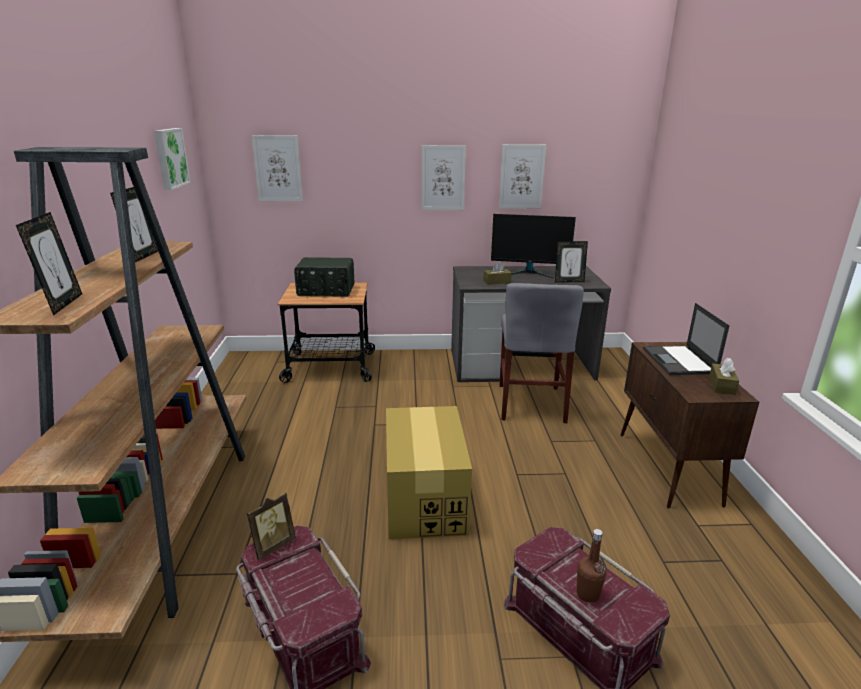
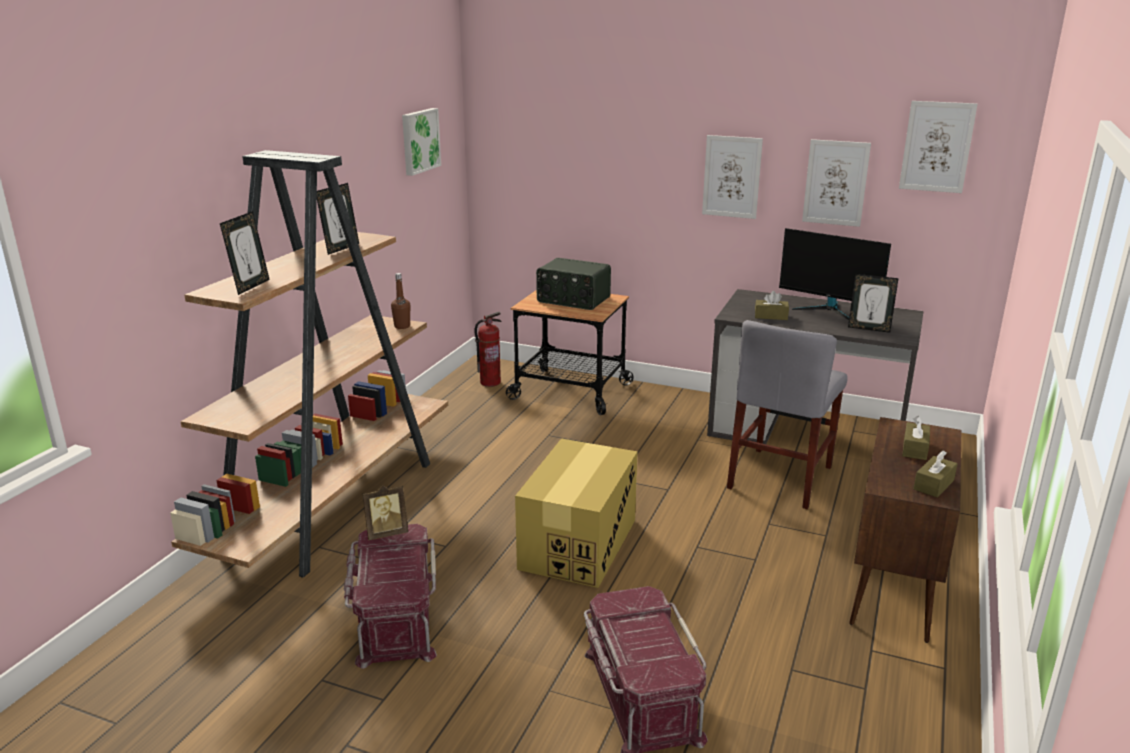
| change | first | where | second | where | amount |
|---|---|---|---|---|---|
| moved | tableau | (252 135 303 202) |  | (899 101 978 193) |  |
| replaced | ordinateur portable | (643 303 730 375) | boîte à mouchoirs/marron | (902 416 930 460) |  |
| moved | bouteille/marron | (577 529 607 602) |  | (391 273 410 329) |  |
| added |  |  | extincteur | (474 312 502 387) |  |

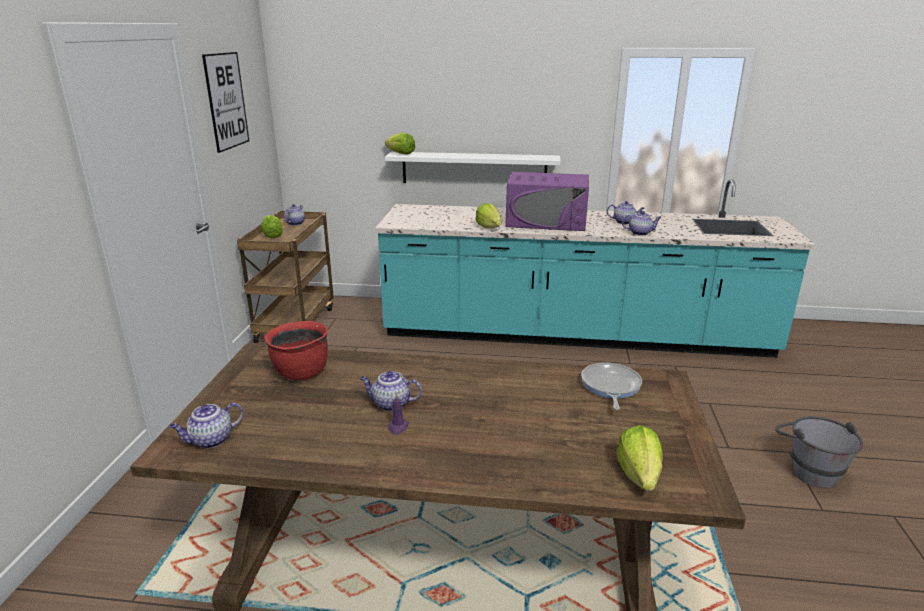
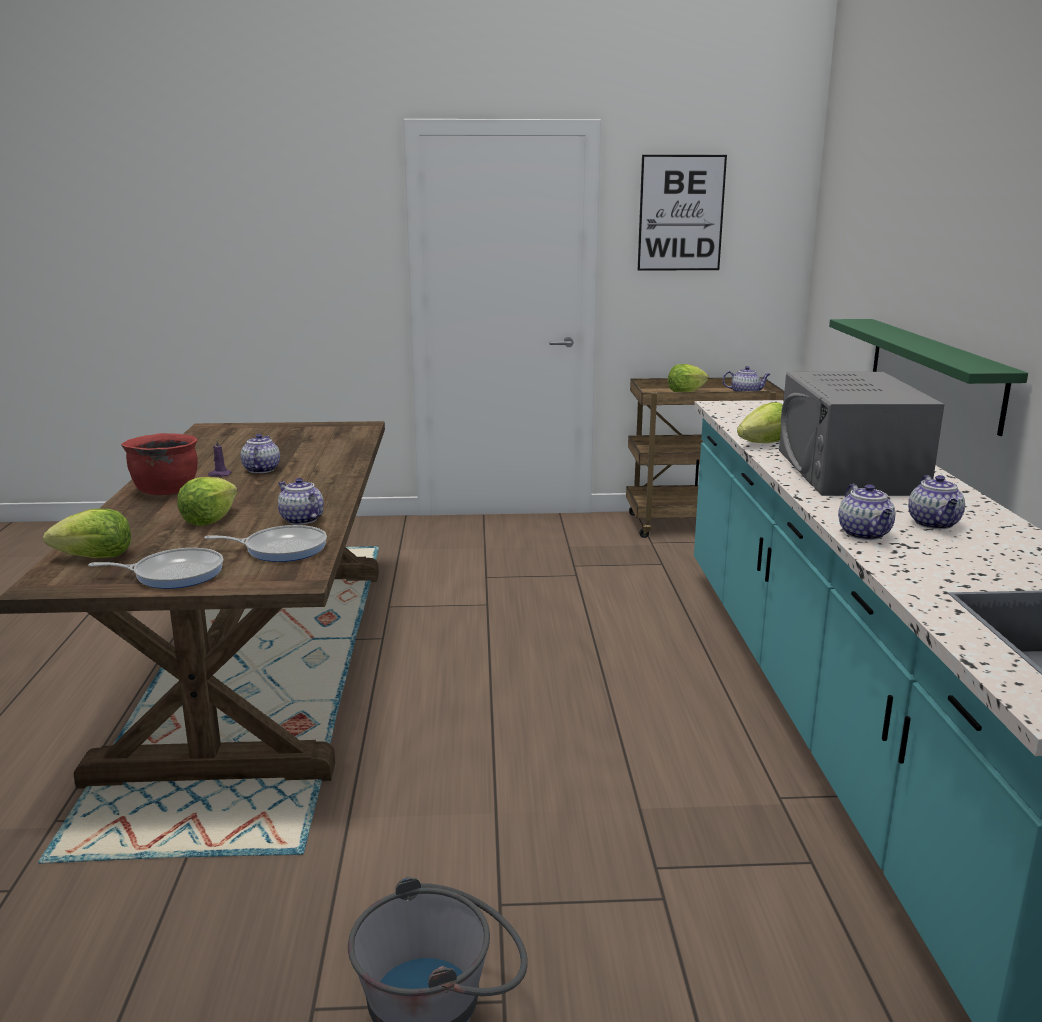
| change | first | where | second | where | amount |
|---|---|---|---|---|---|
| moved | laitue | (385 133 415 155) |  | (177 477 238 526) |  |
| recoloured | étagère/blanc | (385 152 561 183) | étagère/vert | (829 319 1028 436) |  |
| recoloured | micro-ondes/violet | (505 172 589 231) | micro-ondes/gris | (779 372 945 496) |  |
| moved | marmite/rouge | (264 321 328 380) |  | (121 433 198 495) |  |
| moved | théière | (169 403 244 448) |  | (278 478 324 525) |  |
| added |  |  | poêle | (88 548 223 589) |  |

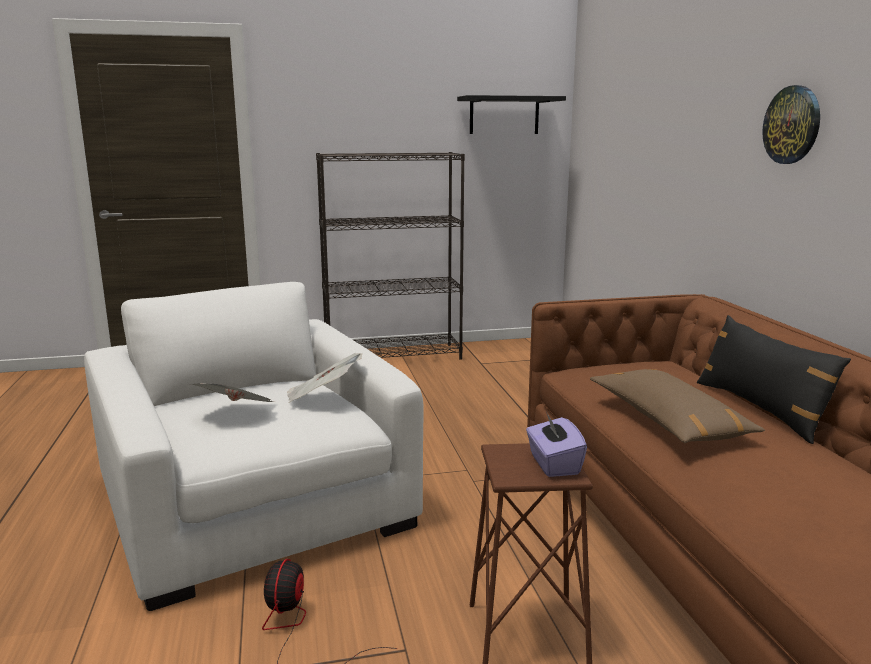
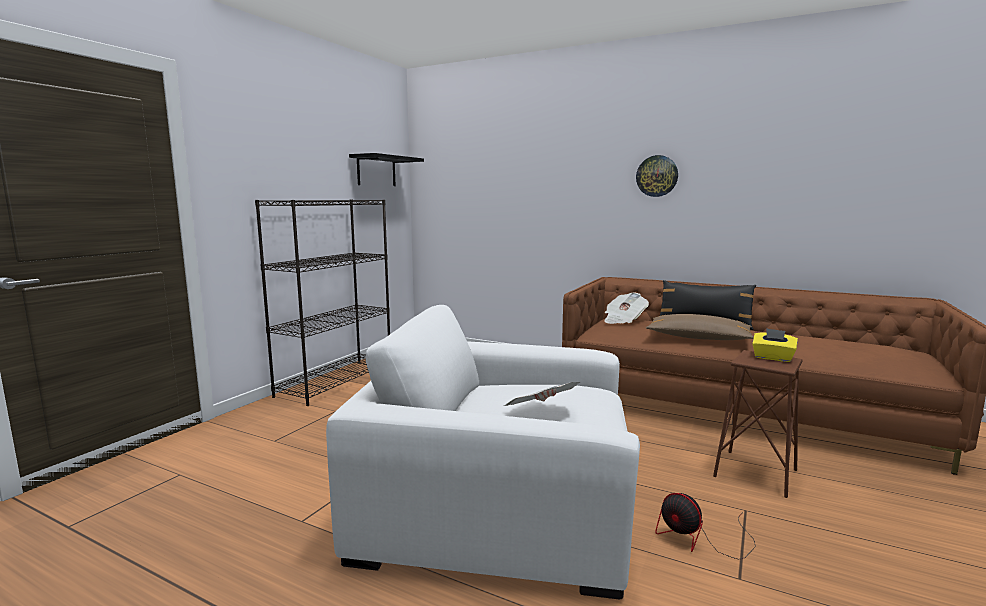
| change | first | where | second | where | amount |
|---|---|---|---|---|---|
| moved | journal | (287 353 362 403) |  | (604 293 649 324) |  |
| recoloured | boîte à mouchoirs/violet | (526 412 587 477) | boîte à mouchoirs/jaune | (752 328 798 362) |  |

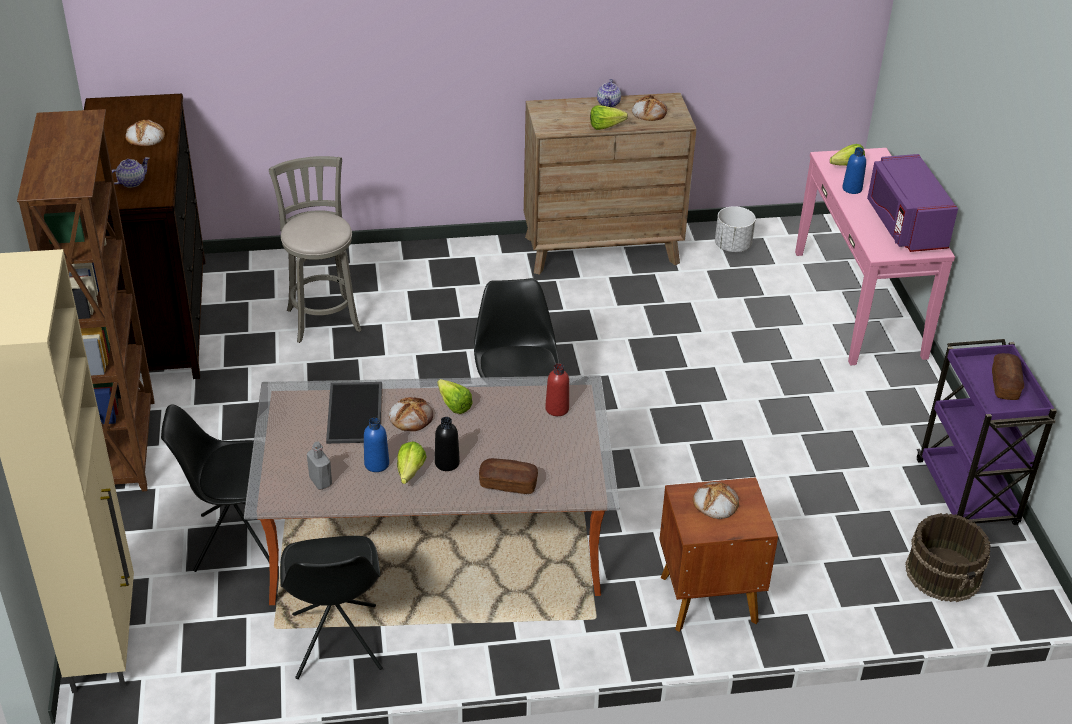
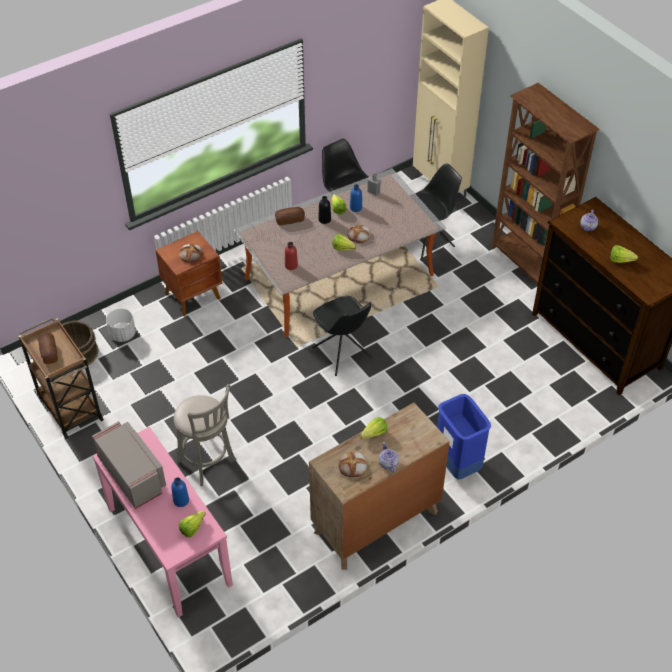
| change | first | where | second | where | amount |
|---|---|---|---|---|---|
| replaced | pain | (125 119 165 146) | laitue | (610 245 638 263) |  |
| recoloured | micro-ondes/violet | (867 154 958 252) | micro-ondes/gris | (92 421 166 509) |  |
| moved | tabouret/gris | (269 156 361 343) |  | (174 384 236 486) |  |
| moved | cache-pot/blanc | (715 206 756 252) |  | (106 308 136 342) |  |
| recoloured | chariot/violet | (917 339 1057 525) | chariot/marron | (19 317 104 439) |  |
| removed | plateau | (326 382 382 444) |  |  |  |
| added |  |  | poubelle/bleu | (437 394 491 479) |  |

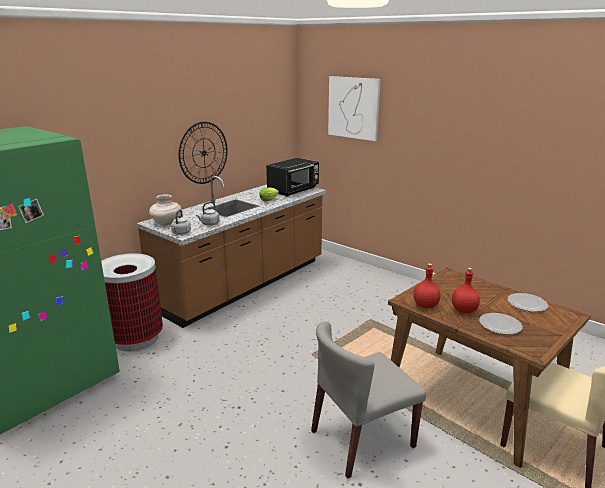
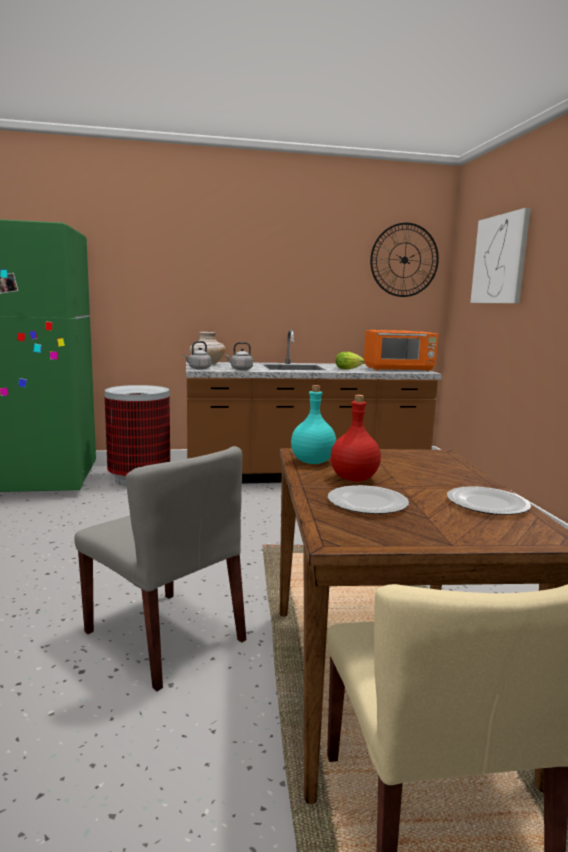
| change | first | where | second | where | amount |
|---|---|---|---|---|---|
| moved | horloge murale | (178 122 228 184) |  | (370 223 439 297) |  |
| recoloured | micro-ondes/noir | (266 158 319 197) | micro-ondes/orange | (364 330 438 371) |  |
| recoloured | bouteille/rouge | (413 263 441 308) | bouteille/turquoise | (291 385 336 464) |  |
| turned | chaise/gris | (311 321 426 479) |  | (74 446 246 691) | 150 degrees counterclockwise |

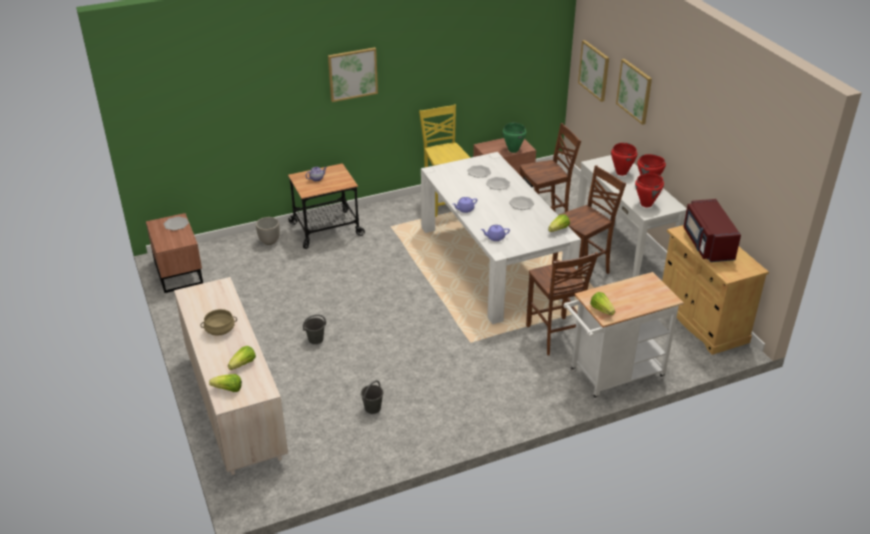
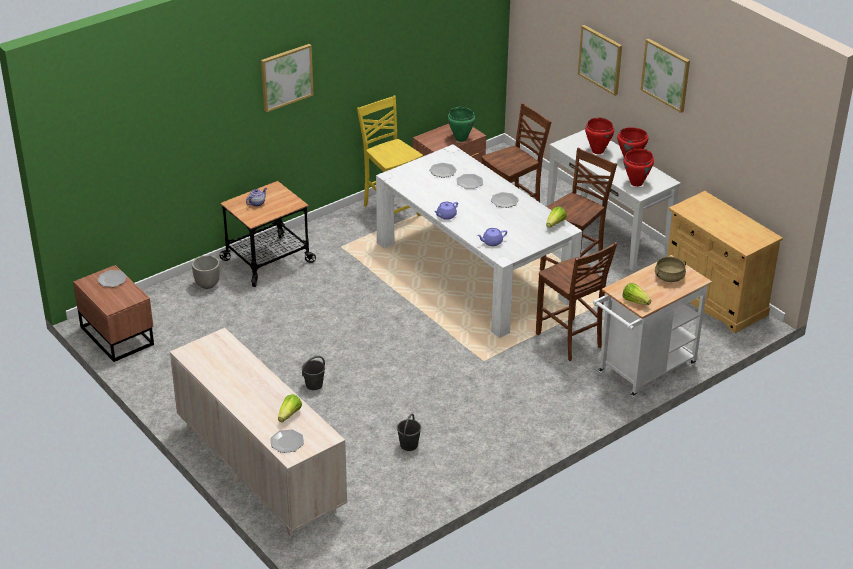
| change | first | where | second | where | amount |
|---|---|---|---|---|---|
| moved | tableau | (578 40 609 102) |  | (641 39 690 113) |  |
| removed | micro-ondes/rouge | (684 199 741 262) |  |  |  |
| moved | marmite/beige | (200 309 237 336) |  | (655 257 686 282) |  |
| replaced | laitue | (209 374 242 392) | assiette | (270 430 304 453) |  |

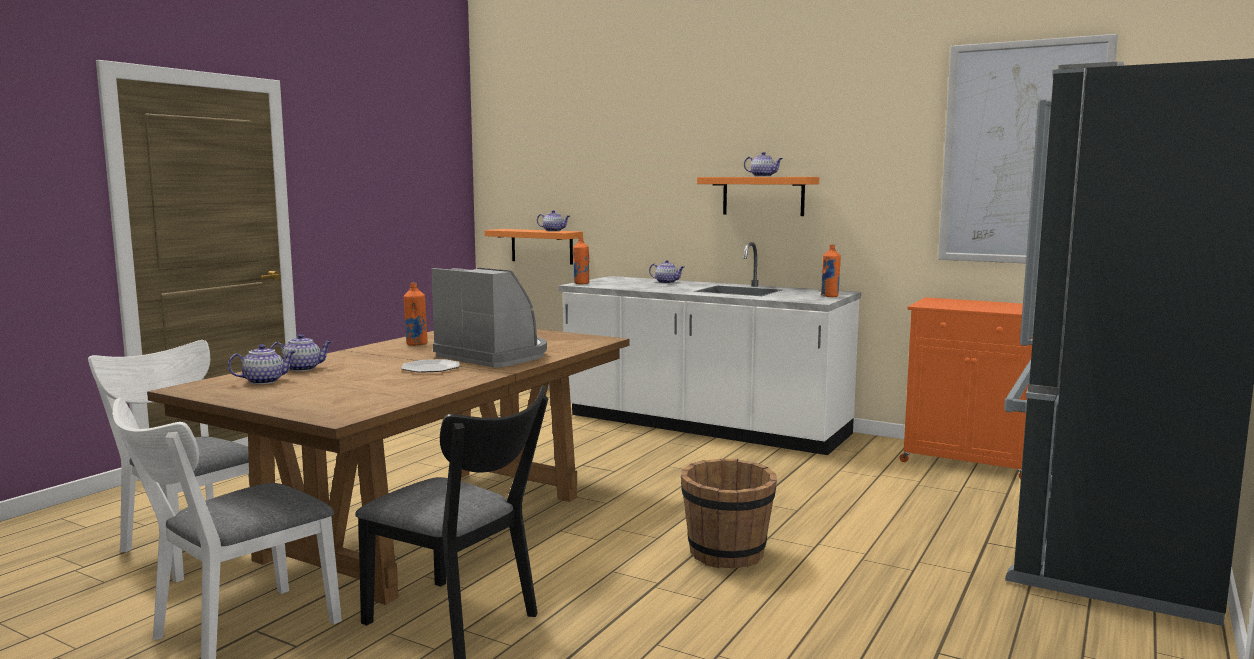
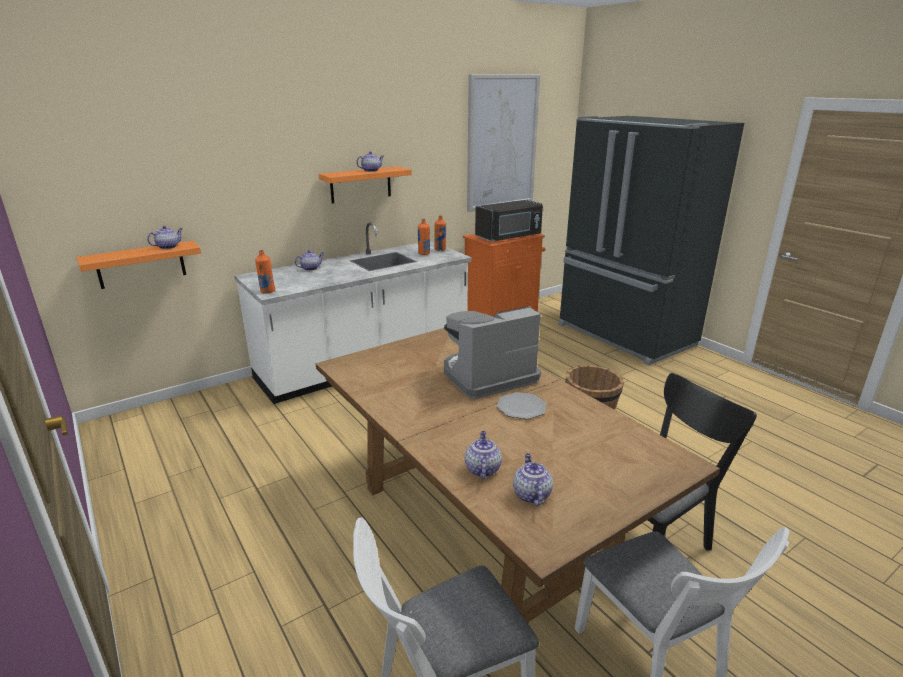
| change | first | where | second | where | amount |
|---|---|---|---|---|---|
| moved | bouteille/orange | (403 283 428 346) |  | (418 219 430 255) |  |
| added |  |  | micro-ondes/noir | (475 200 543 242) |  |

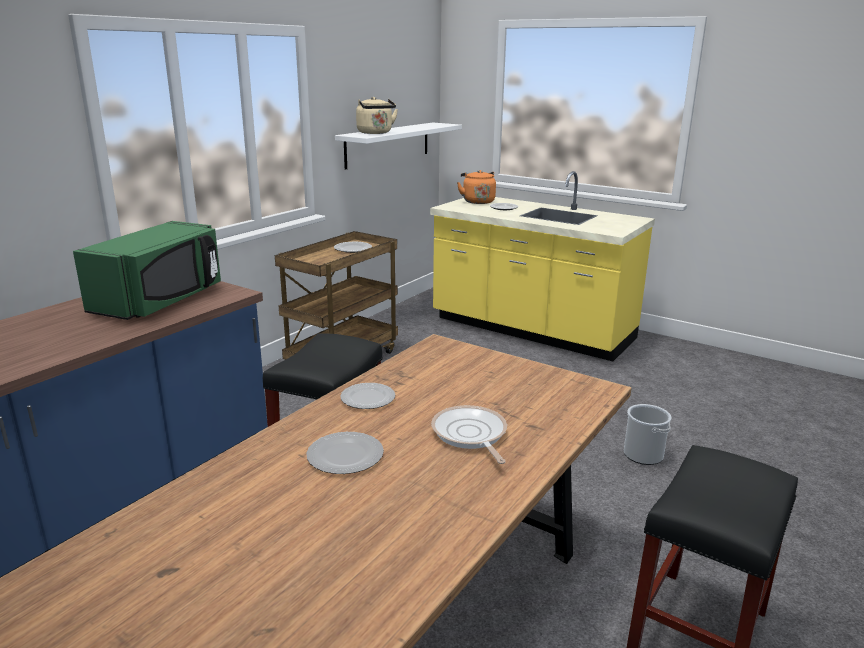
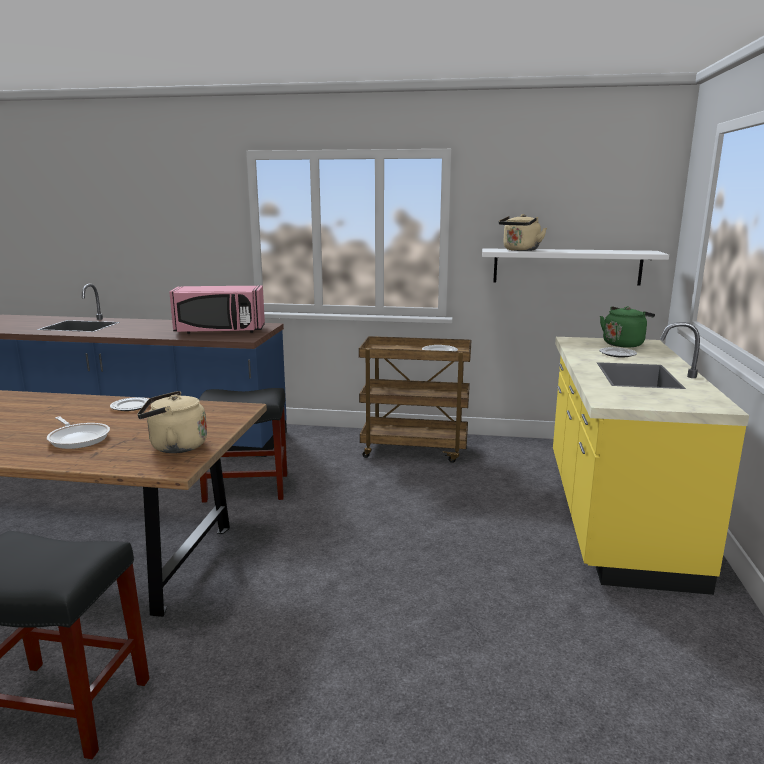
| change | first | where | second | where | amount |
|---|---|---|---|---|---|
| recoloured | bouilloire/orange | (457 170 496 204) | bouilloire/vert | (600 306 655 348) |  |
| recoloured | micro-ondes/vert | (73 221 221 320) | micro-ondes/rose | (169 286 265 334) |  |
| removed | seau | (624 404 671 465) |  |  |  |
| turned | poêle | (431 405 507 464) |  | (47 416 110 449) | 90 degrees clockwise |
| removed | assiette | (306 432 384 474) |  |  |  |
| added |  |  | bouilloire/beige | (137 391 207 453) |  |

